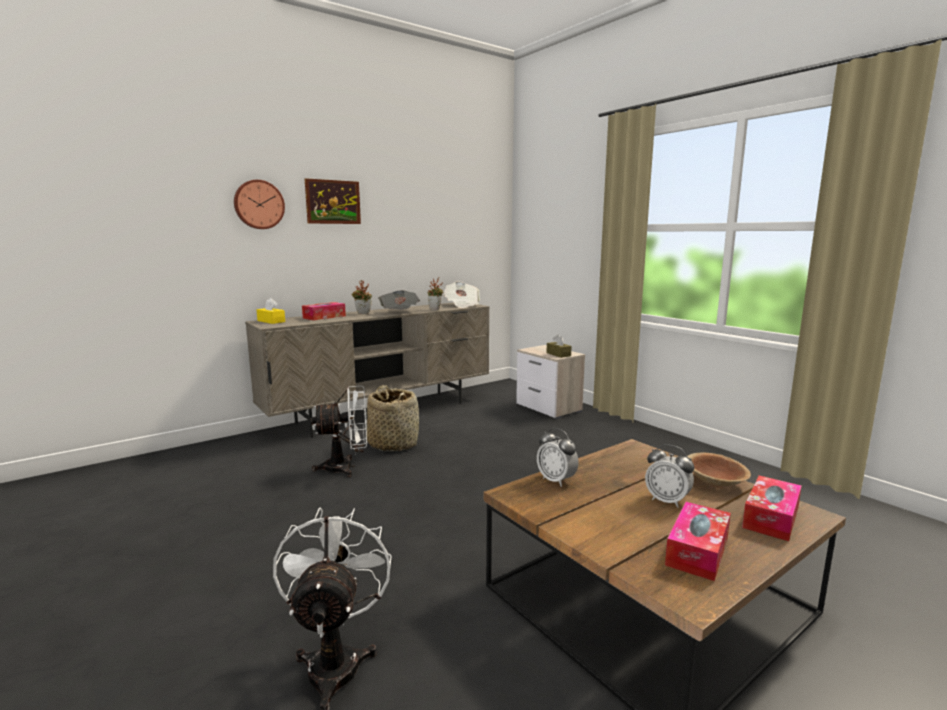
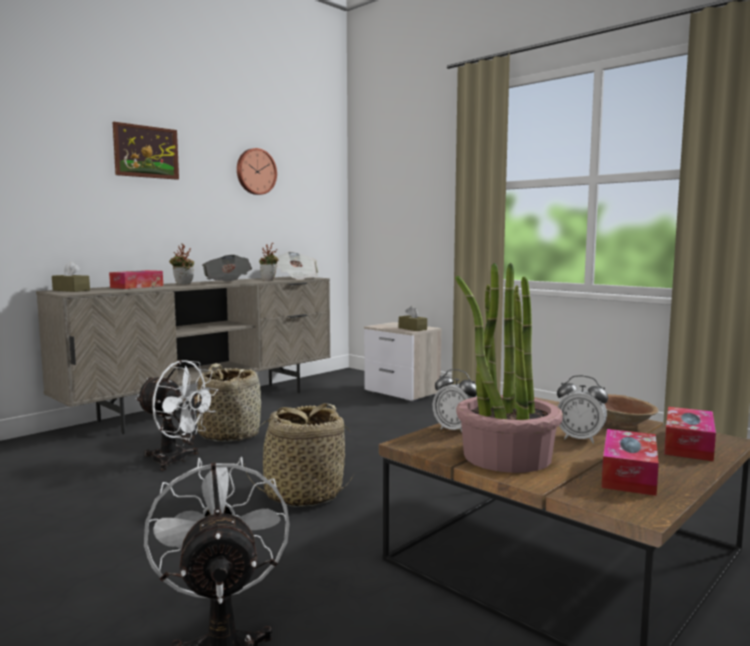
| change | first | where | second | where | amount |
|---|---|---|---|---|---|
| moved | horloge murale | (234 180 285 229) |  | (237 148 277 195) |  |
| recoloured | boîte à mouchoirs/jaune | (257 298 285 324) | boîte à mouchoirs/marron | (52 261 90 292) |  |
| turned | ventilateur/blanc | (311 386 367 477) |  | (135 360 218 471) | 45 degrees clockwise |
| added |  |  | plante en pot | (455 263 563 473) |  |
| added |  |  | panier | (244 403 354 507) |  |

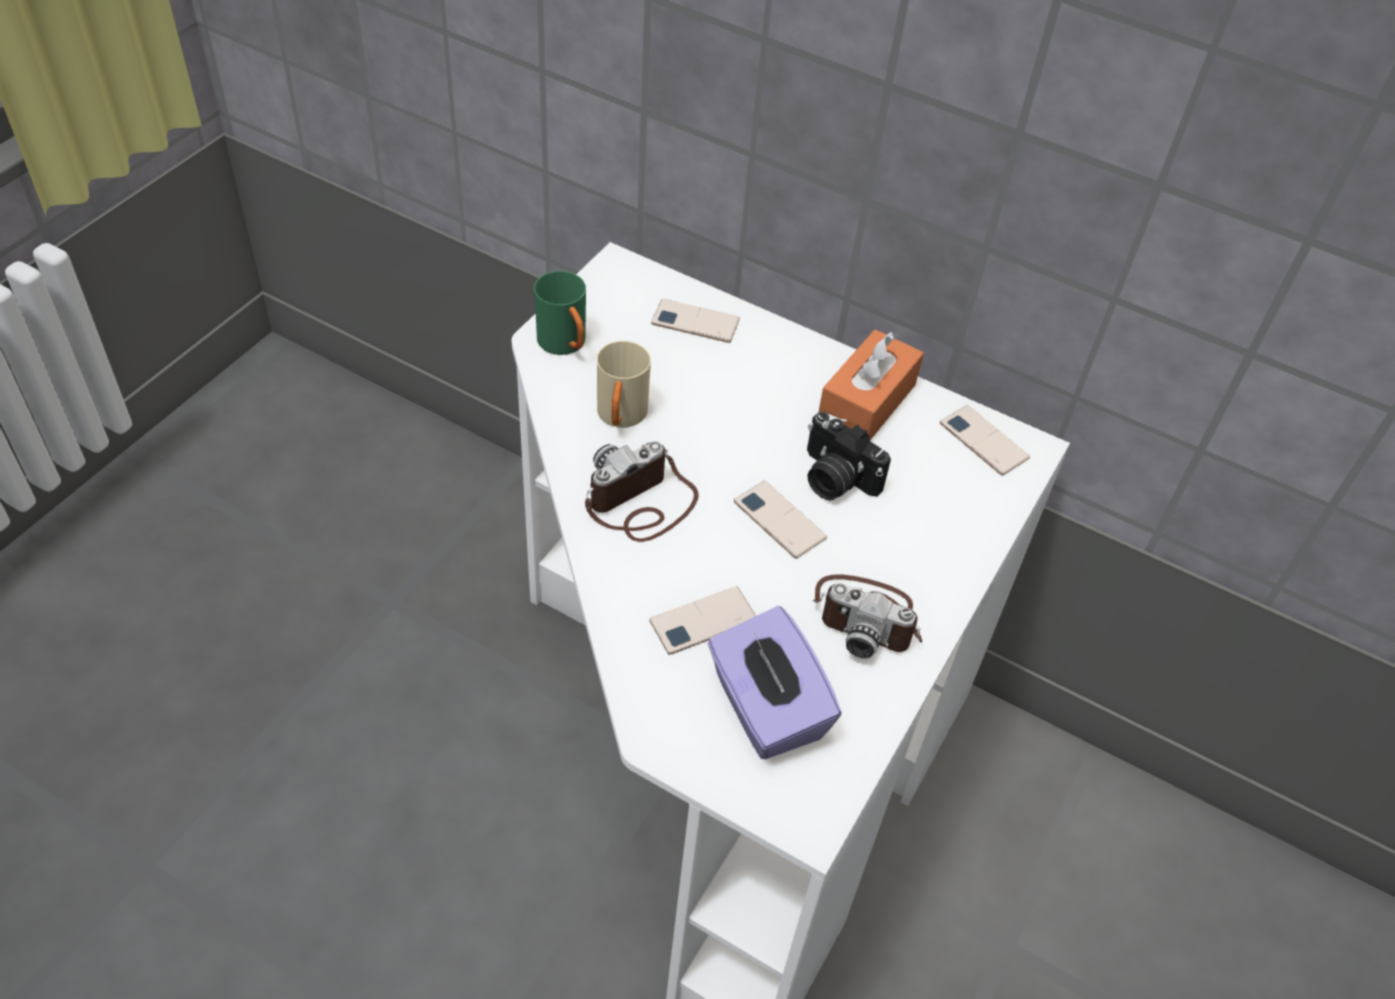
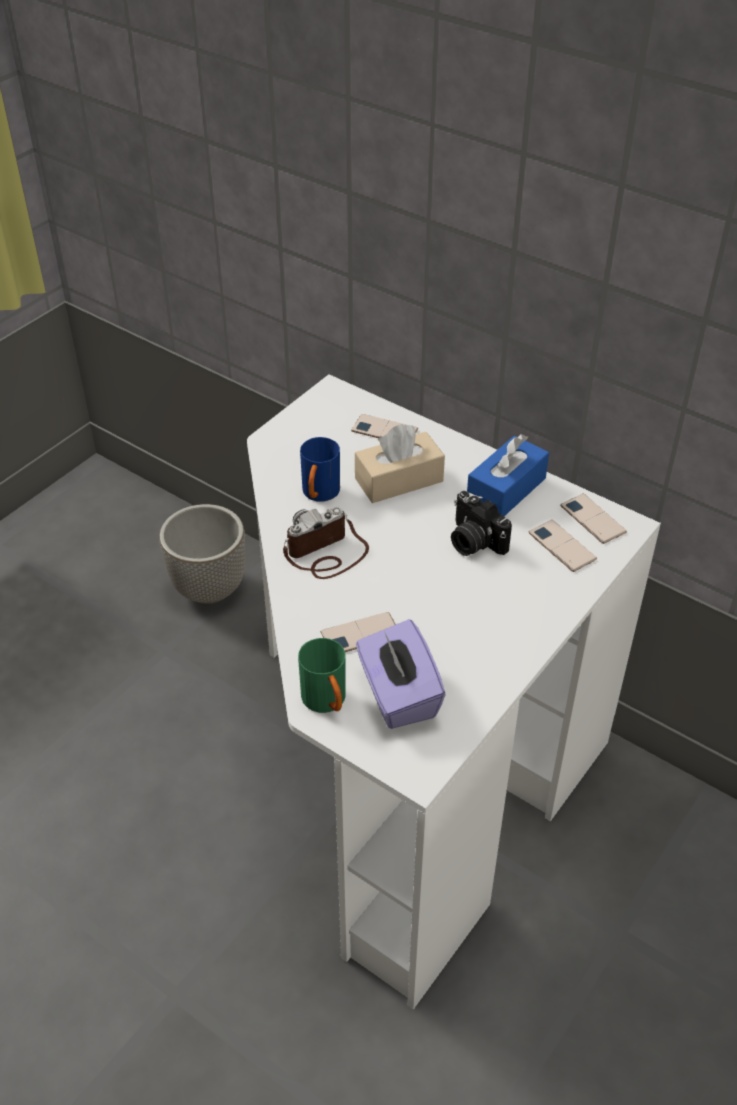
| change | first | where | second | where | amount |
|---|---|---|---|---|---|
| moved | mug/vert | (534 271 586 355) |  | (298 638 346 713) |  |
| recoloured | boîte à mouchoirs/orange | (819 329 924 440) | boîte à mouchoirs/bleu | (467 434 549 516) |  |
| recoloured | mug/beige | (597 341 651 428) | mug/bleu | (300 437 340 502) |  |
| moved | téléphone | (734 481 827 559) |  | (529 520 597 572) |  |
| removed | appareil photo | (813 575 922 658) |  |  |  |
| added |  |  | boîte à mouchoirs/beige | (355 424 445 503) |  |
| added |  |  | cache-pot | (159 504 245 604) |  |

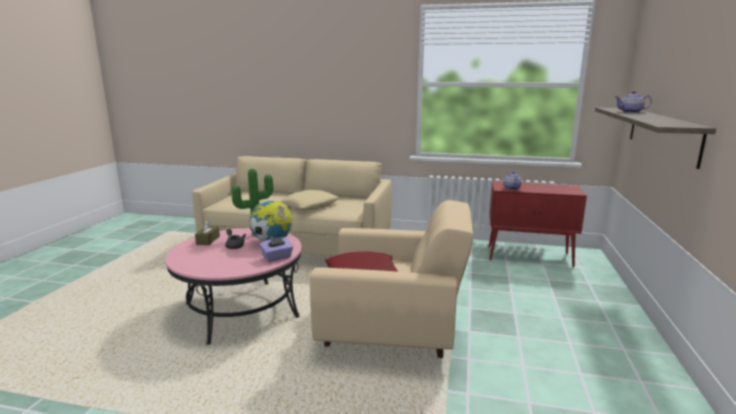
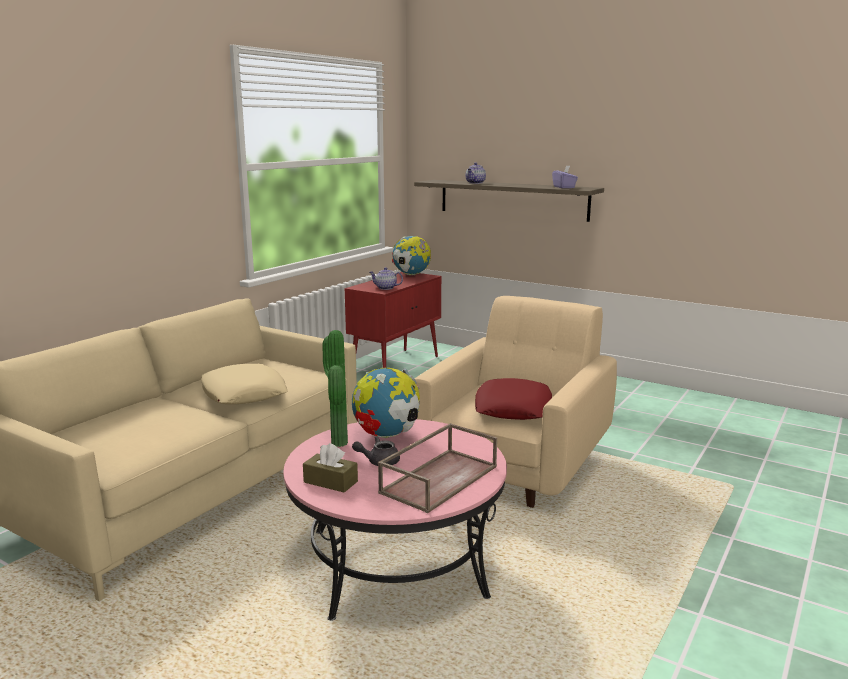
| change | first | where | second | where | amount |
|---|---|---|---|---|---|
| moved | boîte à mouchoirs/violet | (260 237 293 262) |  | (552 165 578 188) |  |
| added |  |  | globe | (392 236 431 275) |  |
| added |  |  | plateau/marron | (378 423 497 513) |  |

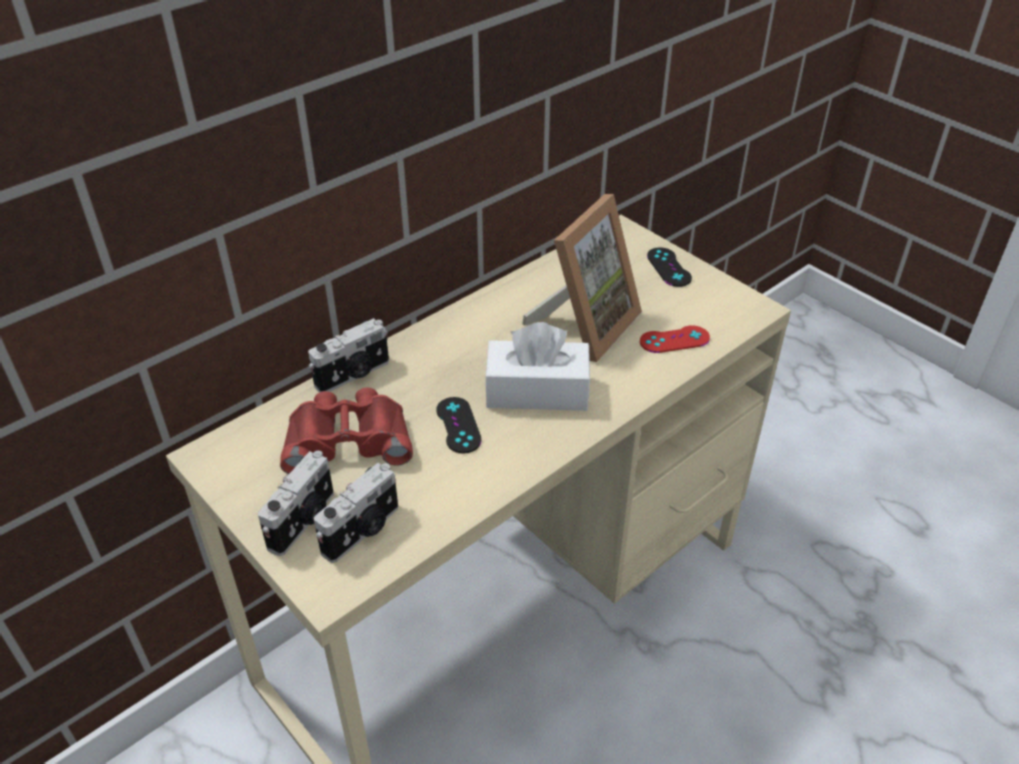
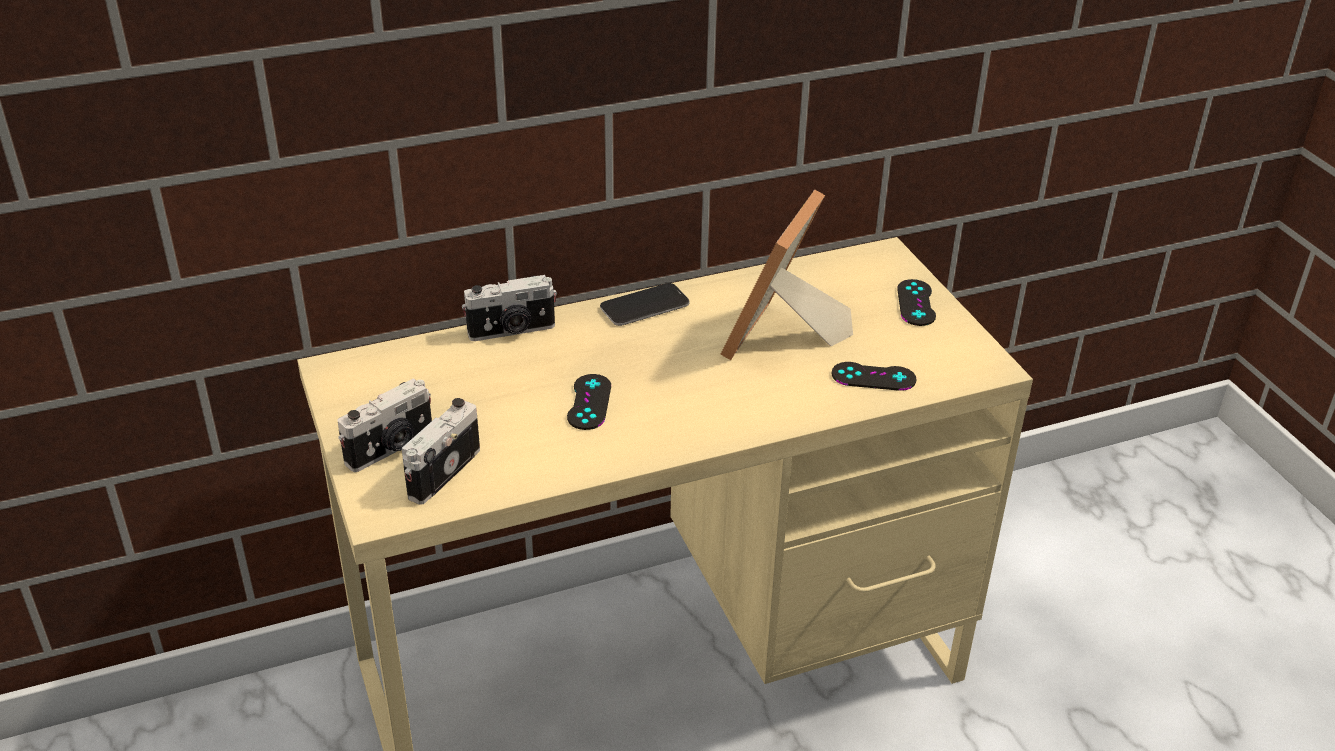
| change | first | where | second | where | amount |
|---|---|---|---|---|---|
| turned | cadre photo | (522 194 642 362) |  | (720 190 853 360) | 150 degrees clockwise |
| removed | boîte à mouchoirs/blanc | (485 322 590 411) |  |  |  |
| recoloured | manette/rouge | (640 325 710 353) | manette/noir | (832 362 916 391) |  |
| removed | jumelles/rouge | (280 388 413 474) |  |  |  |
| turned | appareil photo | (314 463 398 563) |  | (402 398 480 505) | 150 degrees clockwise |
| added |  |  | téléphone | (600 283 690 326) |  |

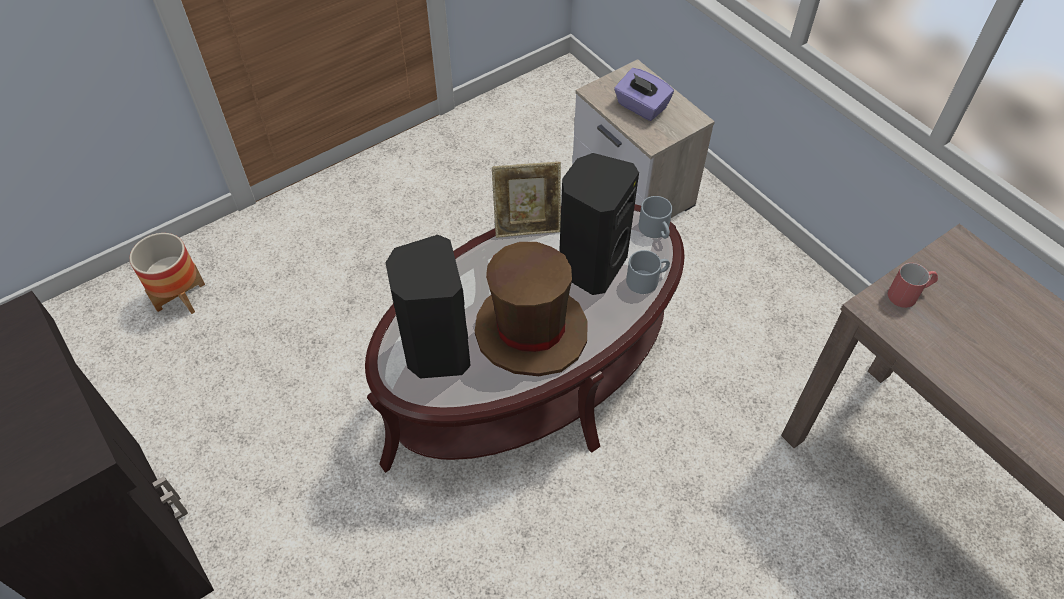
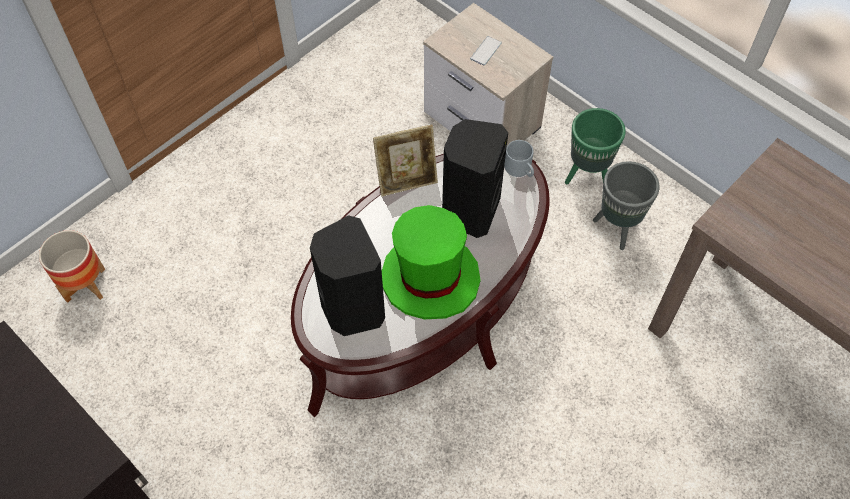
| change | first | where | second | where | amount |
|---|---|---|---|---|---|
| replaced | boîte à mouchoirs/violet | (614 68 674 121) | téléphone | (470 36 502 66) |  |
| recoloured | chapeau/marron | (475 242 588 376) | chapeau/vert | (382 205 481 319) |  |
| removed | mug/gris | (626 250 670 294) |  |  |  |
| removed | mug/rouge | (888 263 938 308) |  |  |  |
| added |  |  | cache-pot/vert | (565 108 626 184) |  |
| added |  |  | cache-pot/gris | (593 161 660 250) |  |

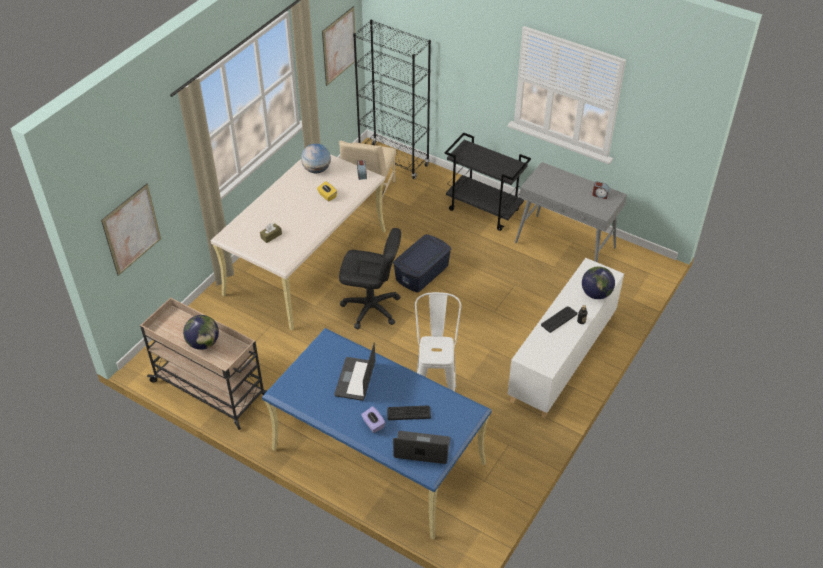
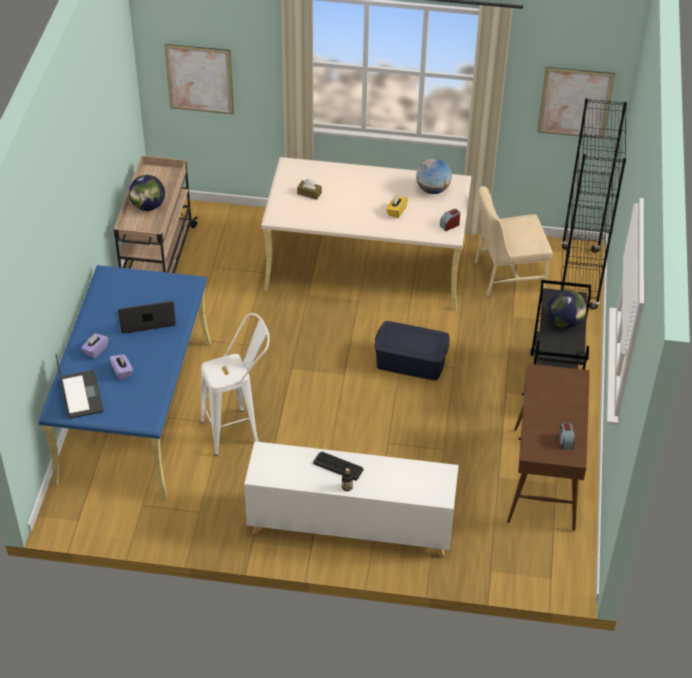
| change | first | where | second | where | amount |
|---|---|---|---|---|---|
| recoloured | table console/gris | (515 162 627 263) | table console/marron | (507 363 590 531) |  |
| removed | chaise de bureau/noir | (339 228 401 329) |  |  |  |
| moved | globe | (582 266 615 299) |  | (548 290 587 328) |  |
| replaced | clavier | (387 406 431 420) | boîte à mouchoirs/violet | (109 354 133 380) |  |

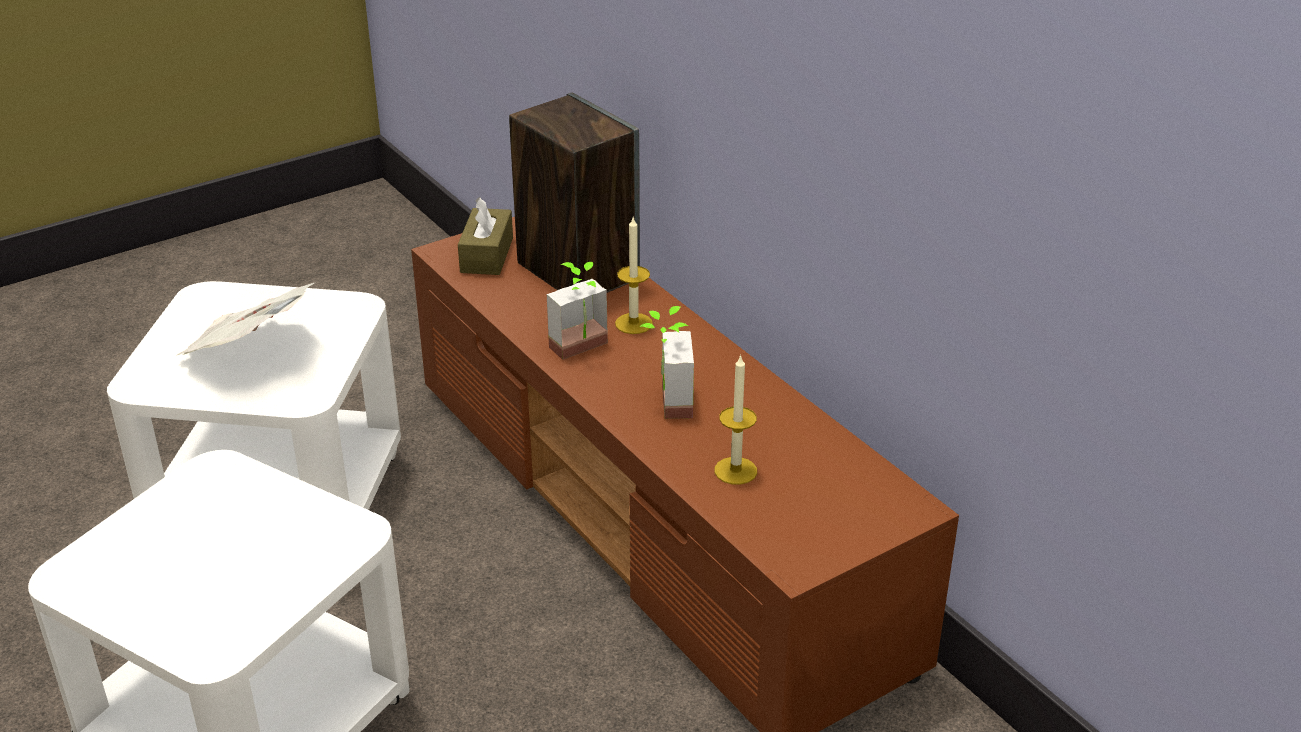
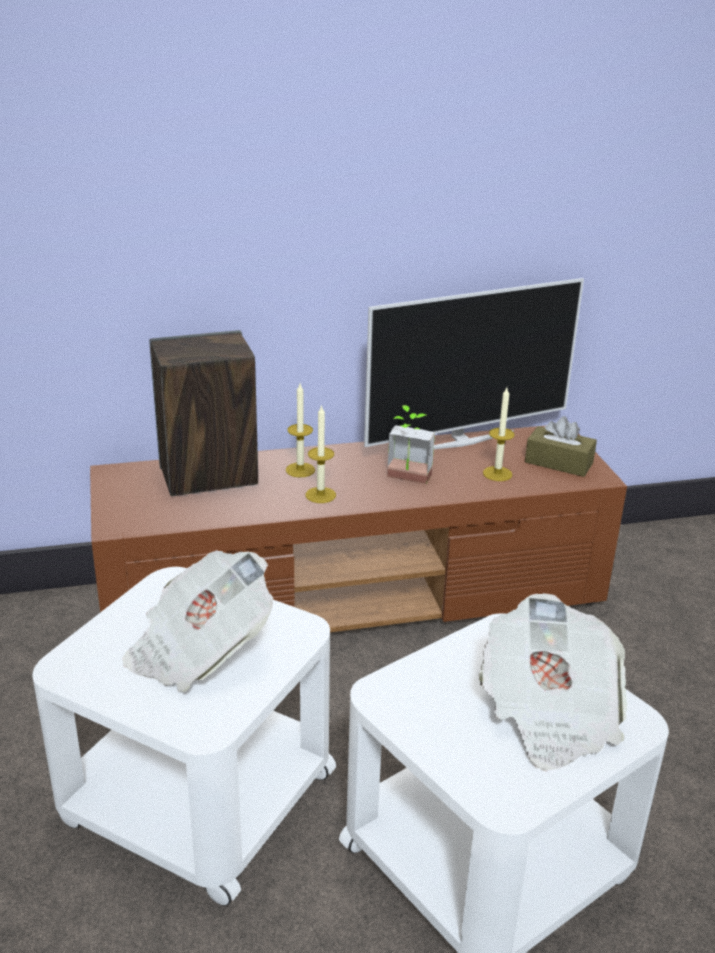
| change | first | where | second | where | amount |
|---|---|---|---|---|---|
| moved | boîte à mouchoirs/marron | (458 197 513 275) |  | (525 416 597 477) |  |
| replaced | plante en pot | (547 262 608 360) | bougie | (306 404 336 503) |  |
| added |  |  | téléviseur | (364 278 584 449) |  |
| added |  |  | journal | (478 593 627 771) |  |

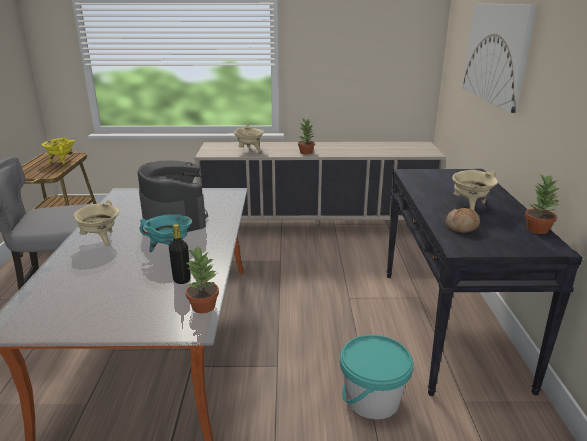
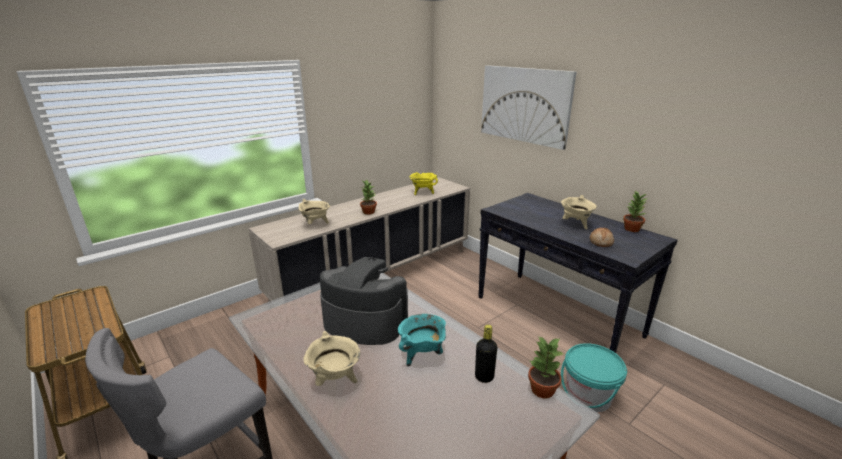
| change | first | where | second | where | amount |
|---|---|---|---|---|---|
| moved | marmite/jaune | (42 137 75 166) |  | (410 172 438 195) |  |

